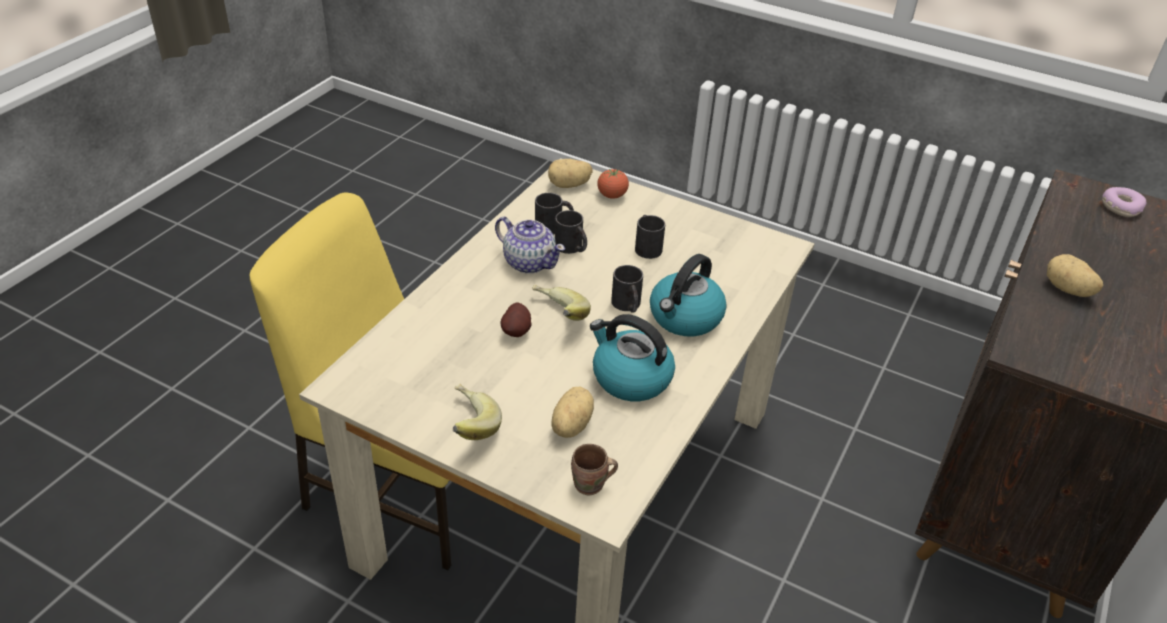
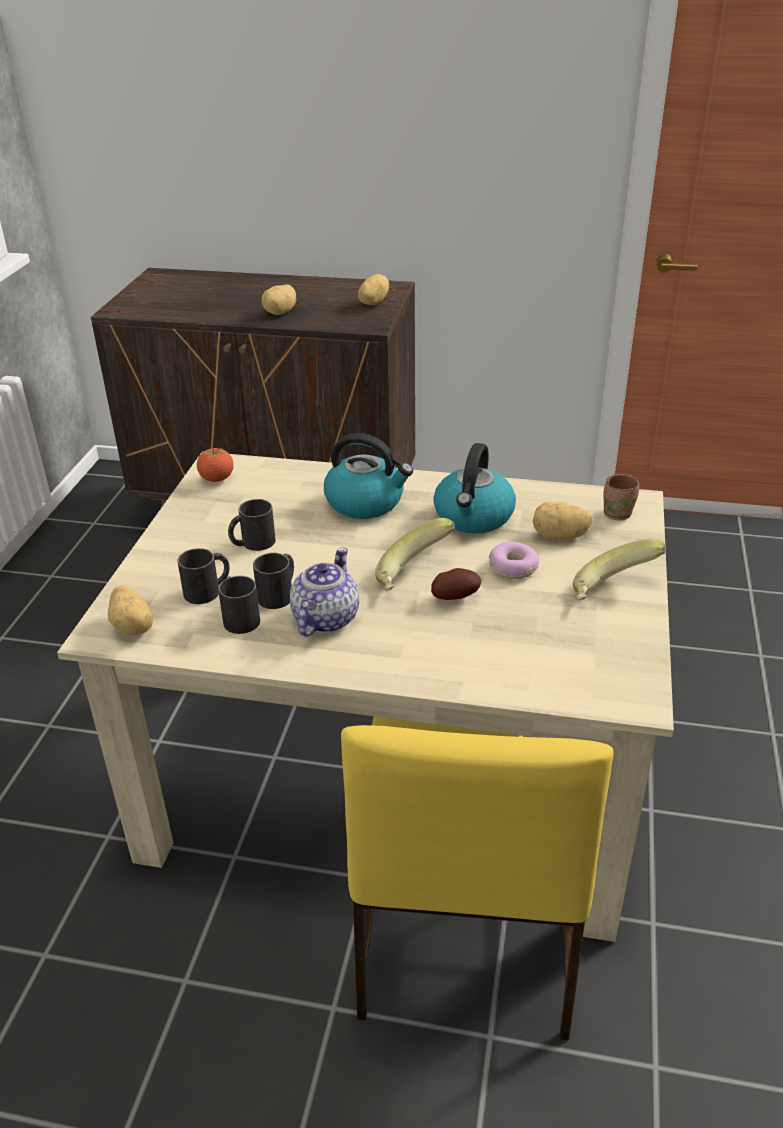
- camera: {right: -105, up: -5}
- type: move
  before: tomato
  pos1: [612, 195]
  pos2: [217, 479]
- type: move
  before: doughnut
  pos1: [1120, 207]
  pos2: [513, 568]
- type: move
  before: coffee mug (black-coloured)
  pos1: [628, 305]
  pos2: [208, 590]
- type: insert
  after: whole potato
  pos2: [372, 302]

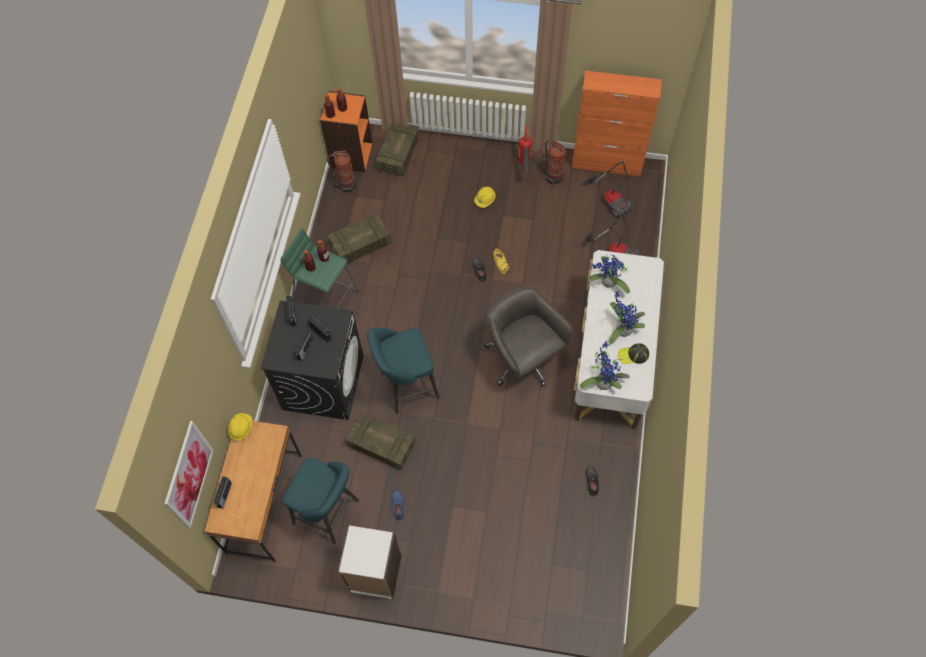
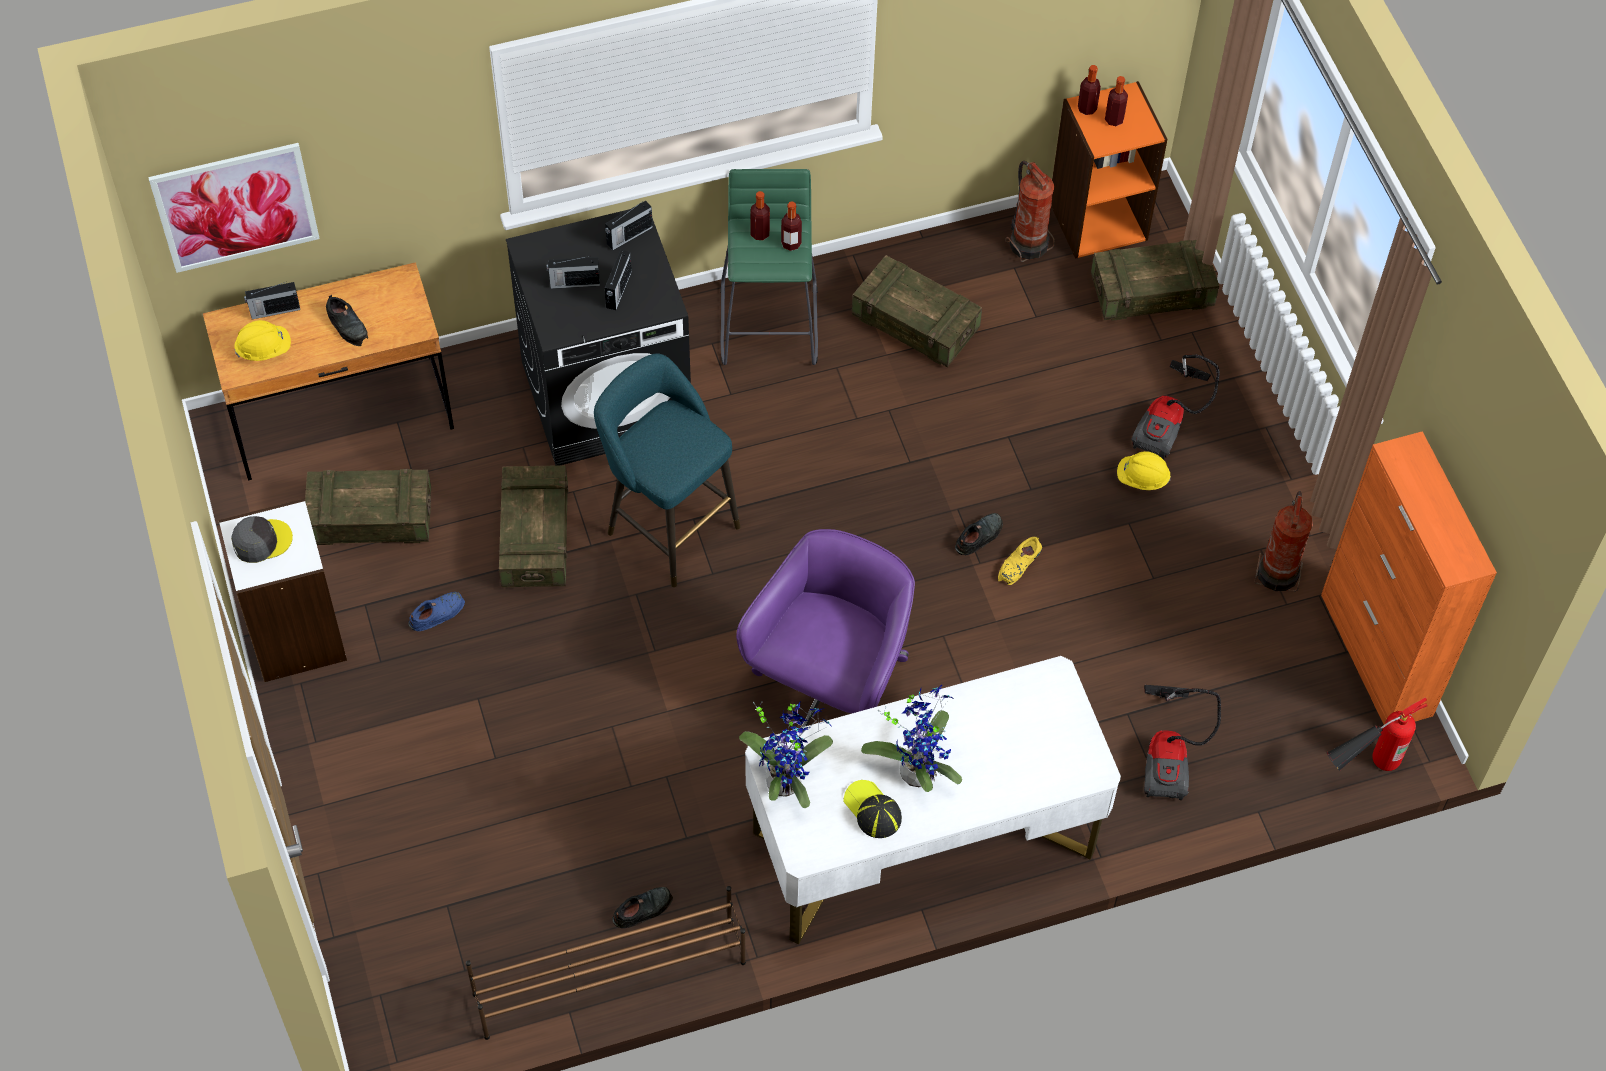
- camera: {right: 60, up: -5}
- type: move
  before: fire-fighting cylinder
  pos1: [524, 170]
  pos2: [1363, 769]
- type: move
  before: hoover
  pos1: [611, 199]
  pos2: [1169, 422]
- type: delete
  before: houseplant
  pos1: [607, 283]
- type: recolor
  before: computer chair (greyish)
  after: computer chair (purple-coloured)
  pos1: [523, 360]
  pos2: [830, 690]
- type: move
  before: safety helmet (yellow)
  pos1: [241, 429]
  pos2: [264, 349]
- type: replace
  before: sitting stool (blue-green)
  after: crate
  pos1: [329, 513]
  pos2: [370, 518]
- type: insert
  after: item of footwear (black-coloured)
  pos2: [347, 325]
- type: insert
  after: cap (greyish)
  pos2: [261, 541]
- type: insert
  after: shoe stand (brownish)
  pos2: [608, 978]

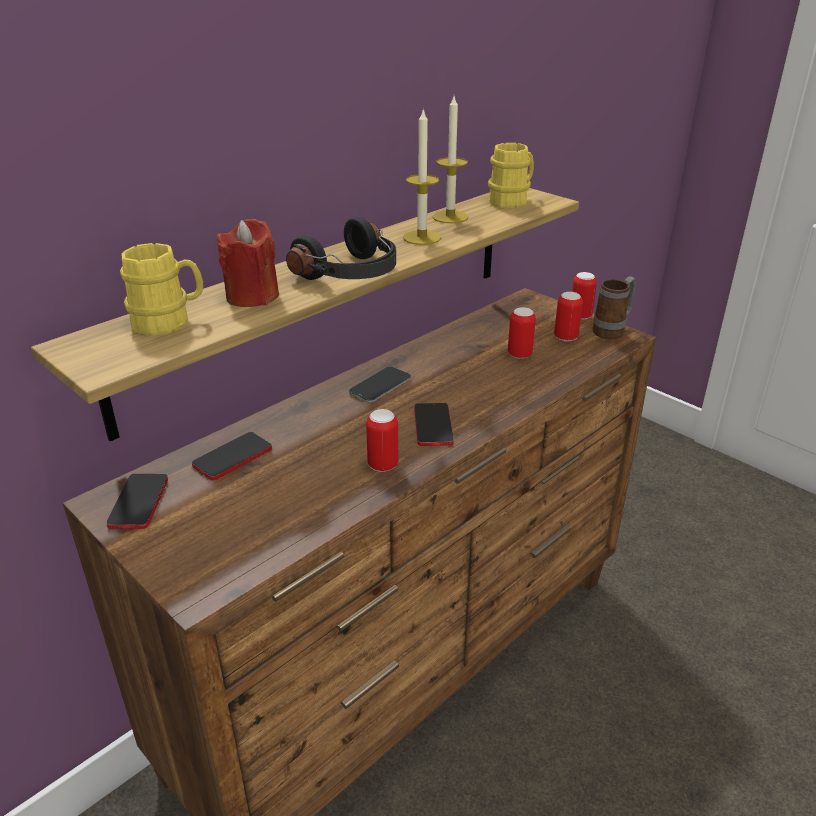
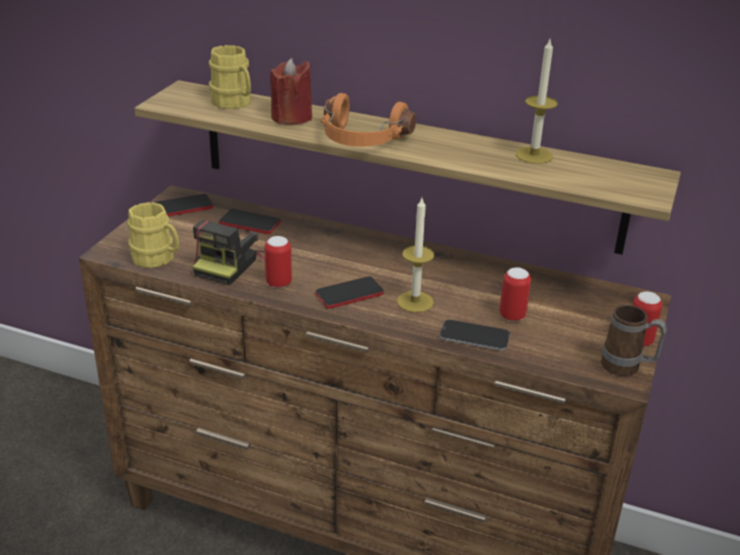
- camera: {right: 65, up: 0}
- type: move
  before: wax candle
  pos1: [422, 237]
  pos2: [415, 302]
- type: move
  before: coffee mug (yellow)
  pos1: [512, 200]
  pos2: [157, 259]
- type: recolor
  before: pair of headphones (black-coloured)
  after: pair of headphones (orange-coloured)
  pos1: [352, 274]
  pos2: [361, 140]
- type: delete
  before: metal can
  pos1: [565, 337]
- type: move
  before: phone
  pos1: [380, 386]
  pos2: [474, 336]
- type: insert
  after: still camera
  pos2: [232, 263]

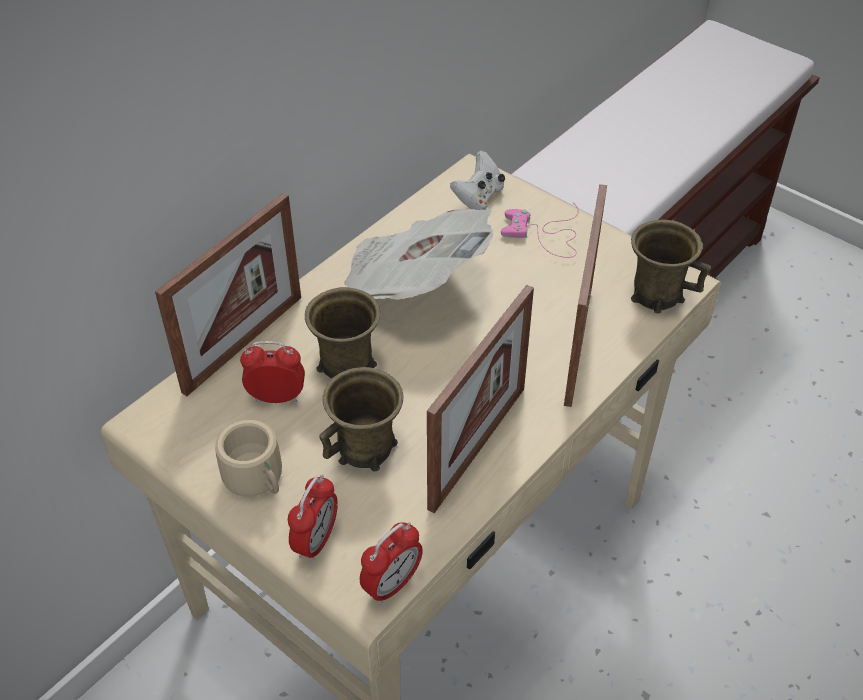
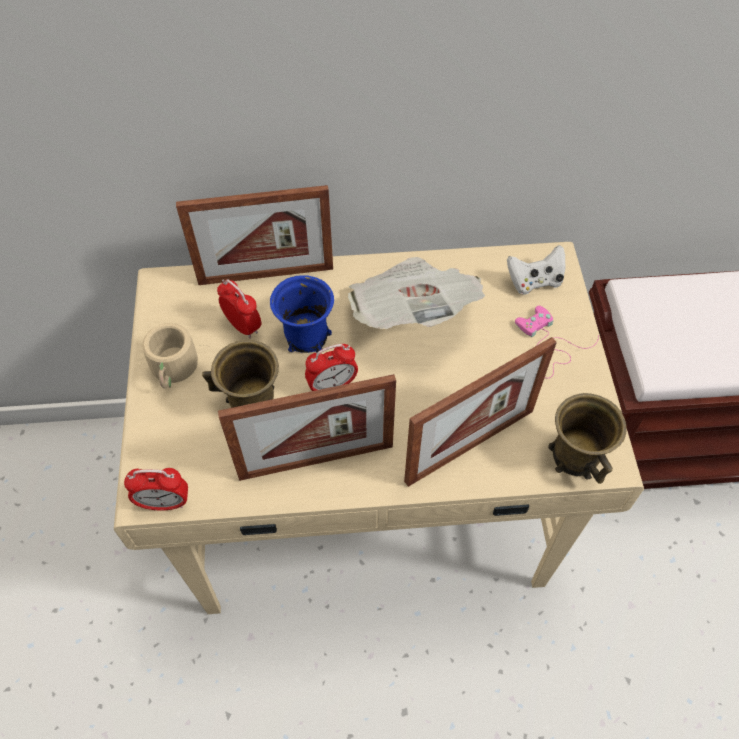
- camera: {right: 45, up: 10}
- type: recolor
  before: coffee mug (brownish)
  after: coffee mug (blue-coloured)
  pos1: [345, 364]
  pos2: [305, 336]
- type: move
  before: bedside clock
  pos1: [316, 541]
  pos2: [332, 386]

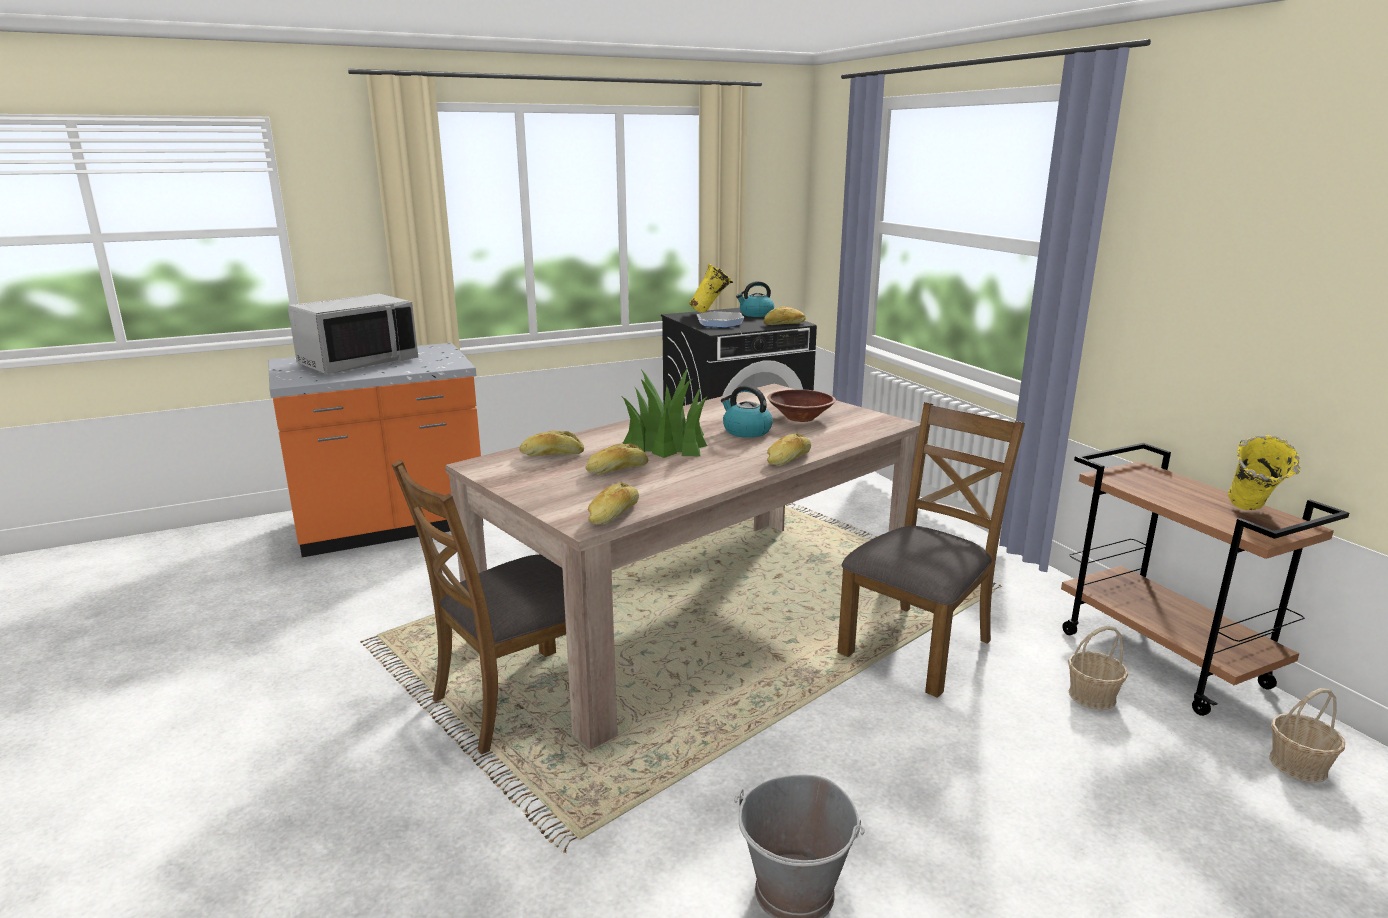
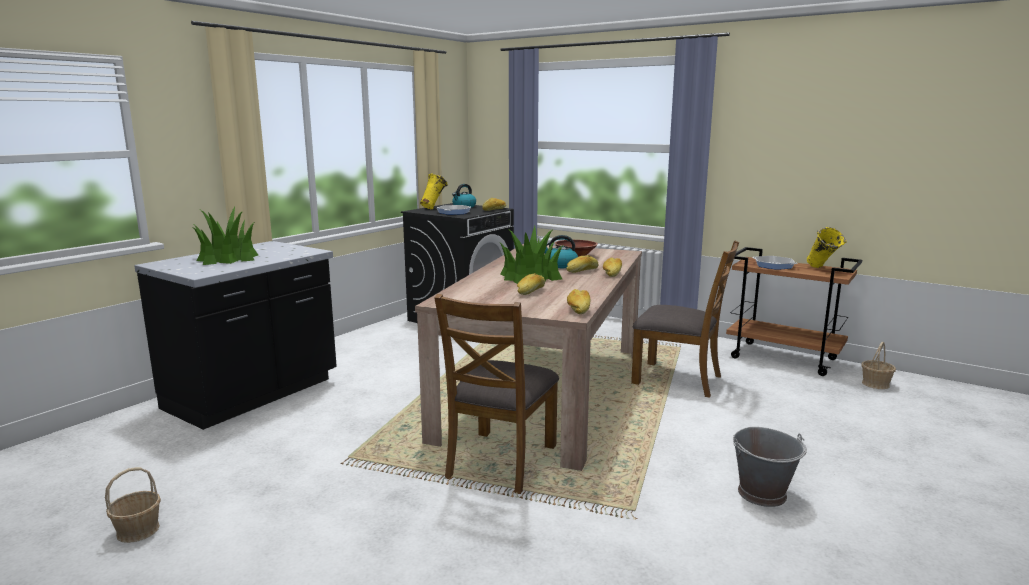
- camera: {right: -30, up: -5}
- type: replace
  before: microwave (greyish)
  after: houseplant
  pos1: [358, 362]
  pos2: [227, 258]
- type: recolor
  before: kitchen counter (orange-coloured)
  after: kitchen counter (black-coloured)
  pos1: [391, 527]
  pos2: [253, 395]
- type: rotate
  before: chair (brownish)
  pos1: [918, 647]
  pos2: [678, 379]
  turn: 105
- type: move
  before: baked bread
  pos1: [552, 455]
  pos2: [582, 271]
- type: move
  before: basket
  pos1: [1092, 696]
  pos2: [138, 530]
- type: insert
  after: pan
  pos2: [773, 265]

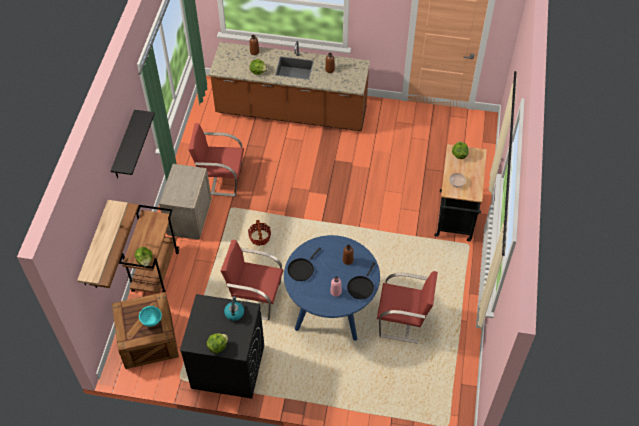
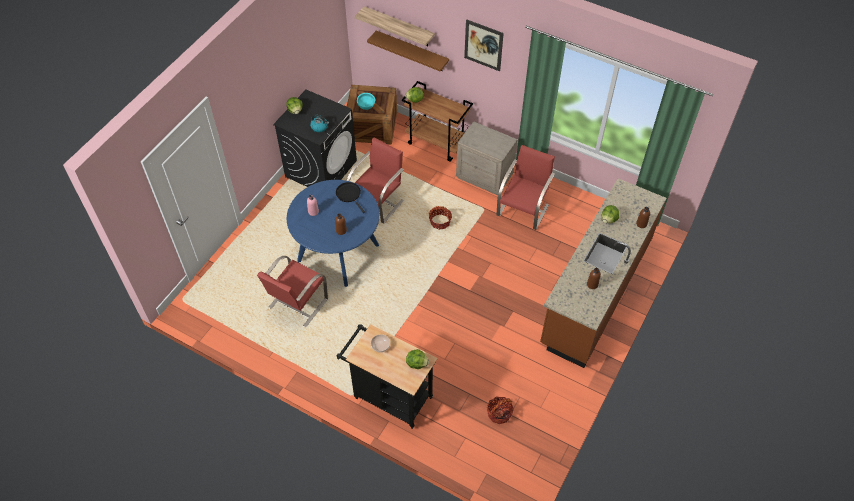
- camera: {right: 110, up: 0}
- type: replace
  before: bracket shelf (black-coloured)
  after: wall art
  pos1: [124, 146]
  pos2: [483, 45]
- type: delete
  before: pan (black-coloured)
  pos1: [361, 287]
- type: insert
  after: basket
  pos2: [499, 413]

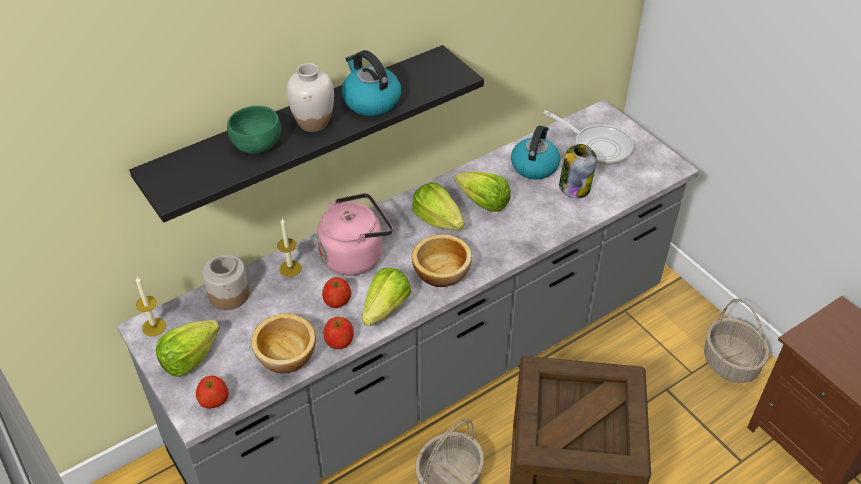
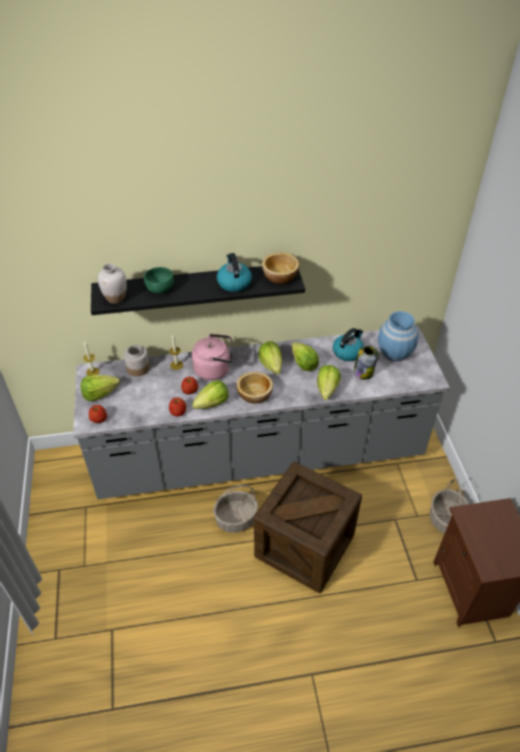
- camera: {right: 25, up: 0}
- type: move
  before: flower vase (white)
  pos1: [314, 123]
  pos2: [116, 298]
- type: replace
  before: pan
  after: flower vase (blue-coloured)
  pos1: [598, 146]
  pos2: [394, 352]
- type: move
  before: deep dish
  pos1: [287, 356]
  pos2: [280, 277]
- type: insert
  after: lettuce head
  pos2: [327, 389]

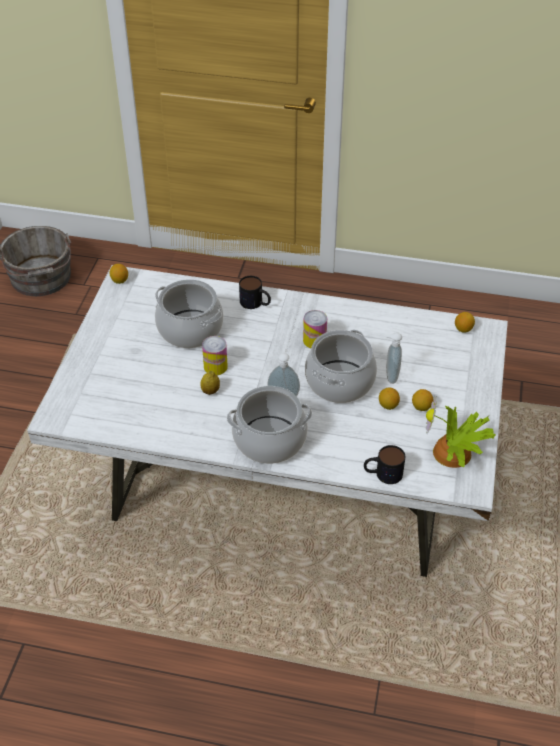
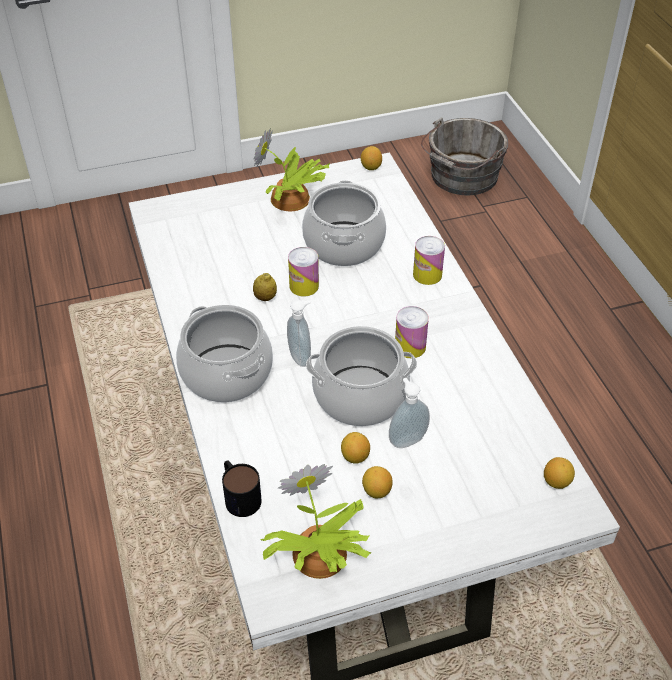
- camera: {right: 60, up: 0}
- type: replace
  before: coffee mug
  after: metal can
  pos1: [255, 303]
  pos2: [427, 275]
- type: insert
  after: houseplant
  pos2: [291, 200]

